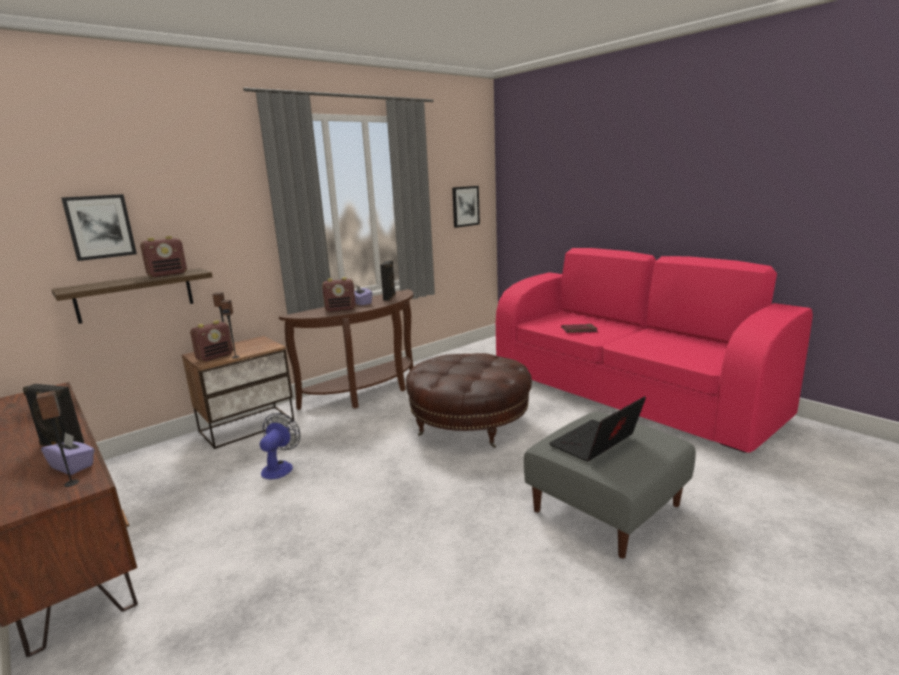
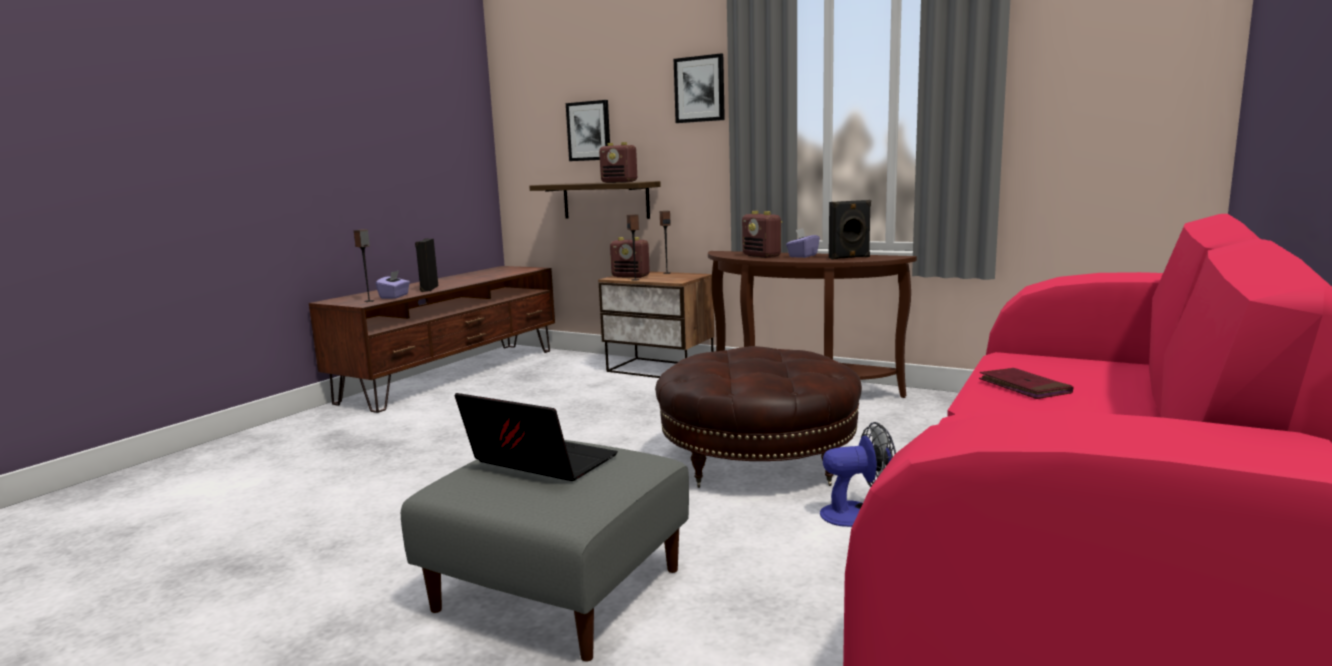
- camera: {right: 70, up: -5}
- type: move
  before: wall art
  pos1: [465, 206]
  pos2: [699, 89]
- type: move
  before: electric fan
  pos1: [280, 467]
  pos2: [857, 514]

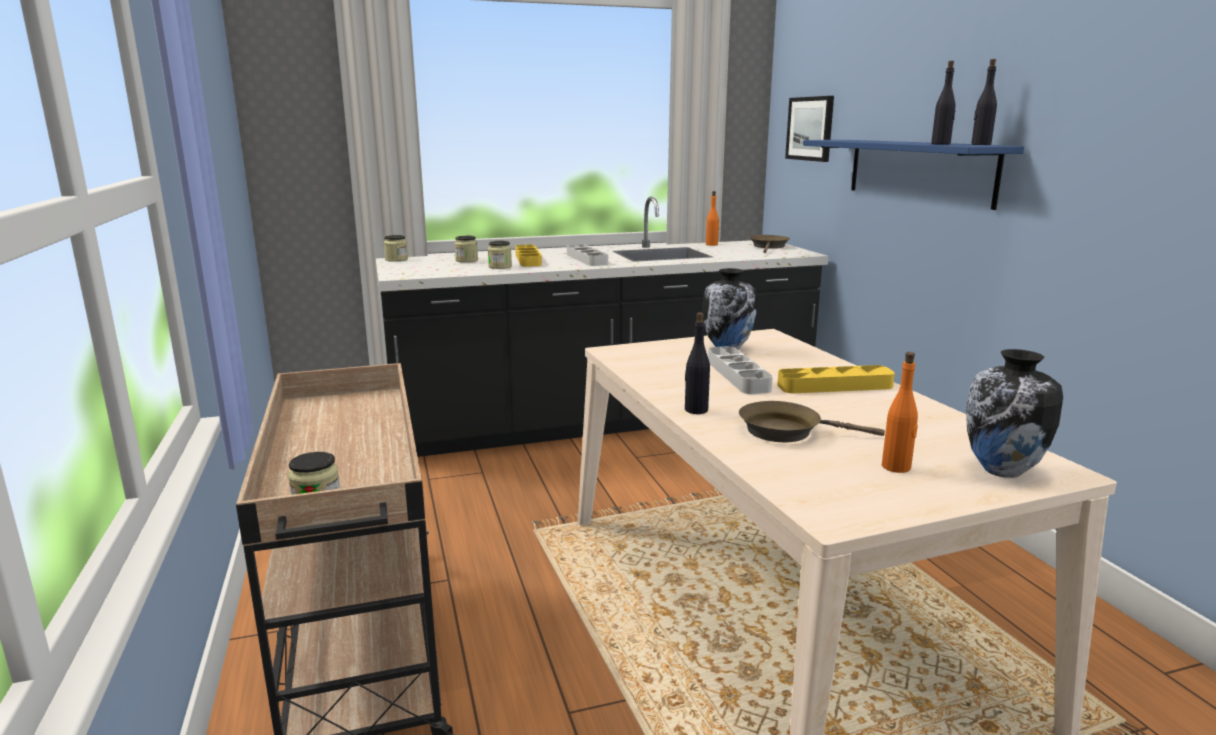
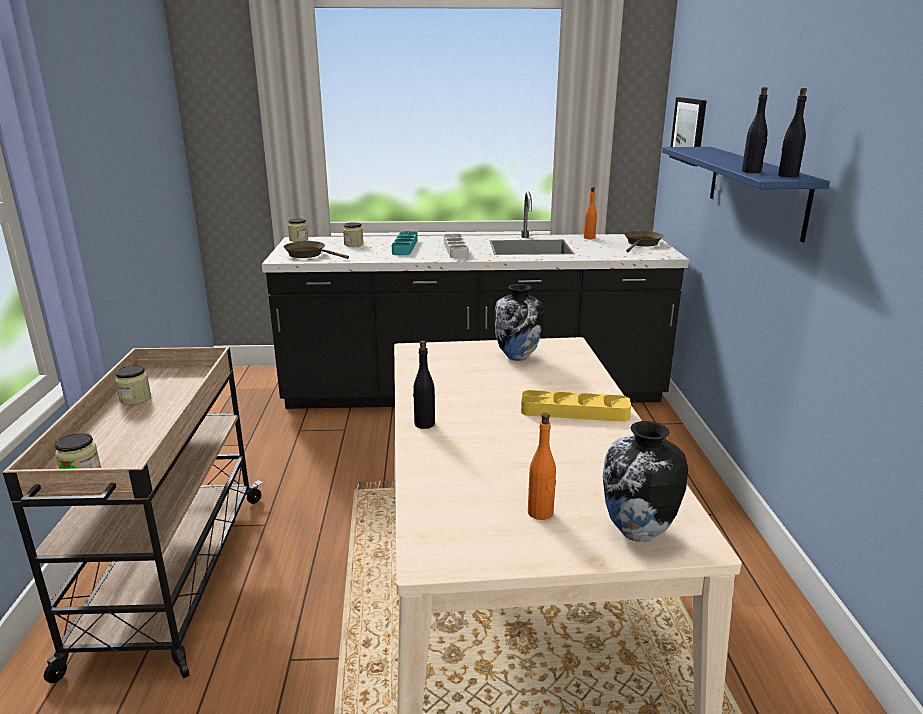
- camera: {right: 15, up: 5}
- type: move
  before: jar
  pos1: [500, 266]
  pos2: [135, 398]
- type: recolor
  before: carrying tray (yellow)
  after: carrying tray (blue-green)
  pos1: [528, 259]
  pos2: [405, 247]
- type: delete
  before: carrying tray (greyish)
  pos1: [737, 375]
- type: move
  before: pan (brownish)
  pos1: [786, 431]
  pos2: [308, 254]

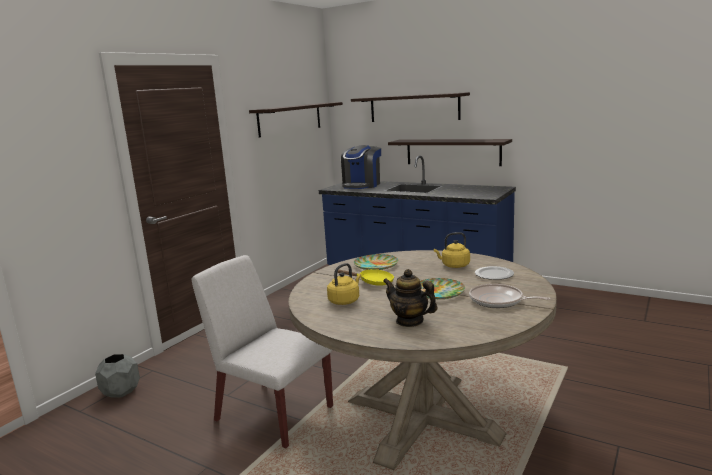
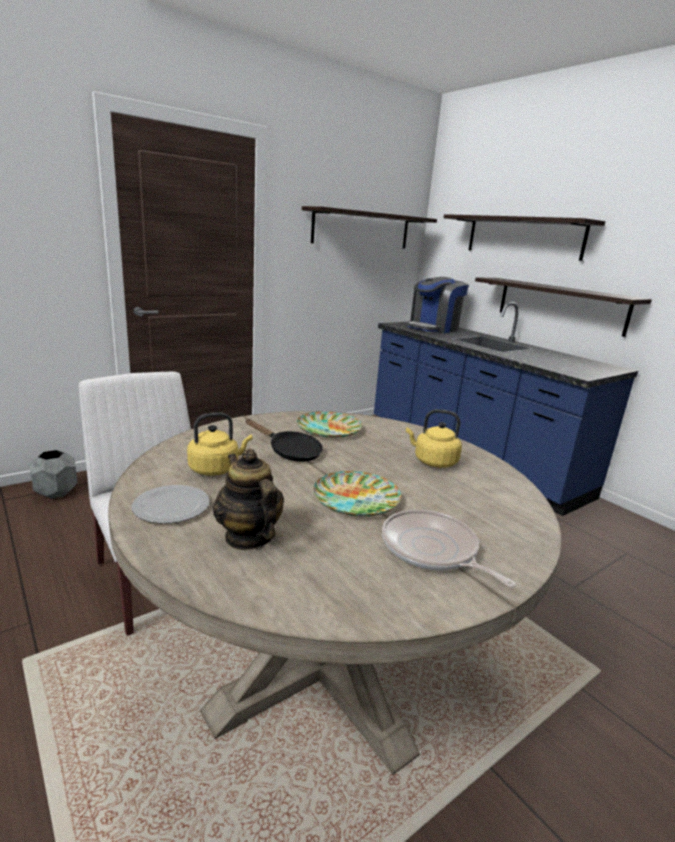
- camera: {right: 20, up: 5}
- type: move
  before: plate
  pos1: [494, 275]
  pos2: [171, 507]
- type: recolor
  before: pan (yellow)
  after: pan (black-coloured)
  pos1: [372, 282]
  pos2: [290, 452]

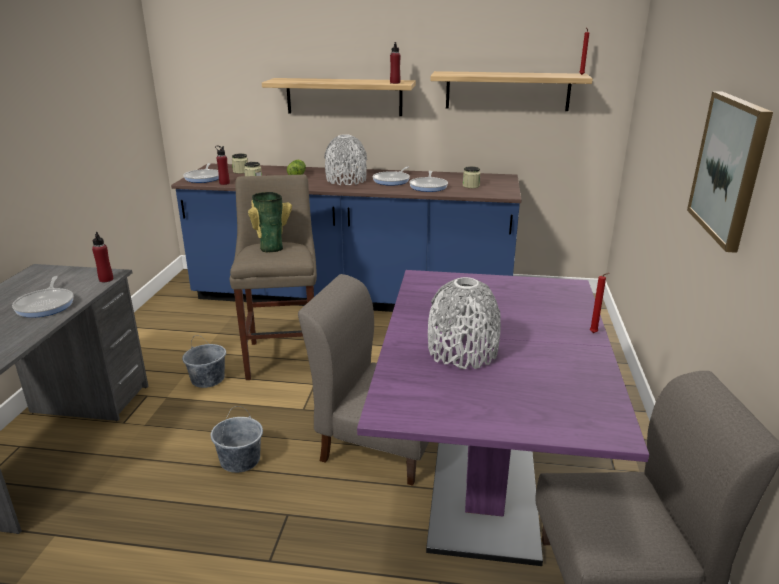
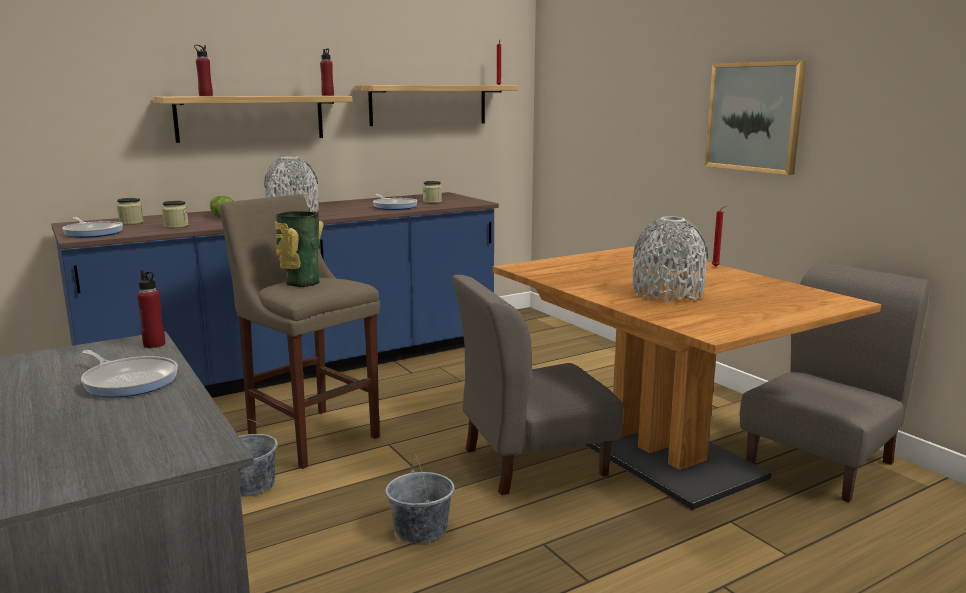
- camera: {right: -40, up: -10}
- type: move
  before: drink bottle (red)
  pos1: [224, 183]
  pos2: [205, 96]
- type: delete
  before: pan
  pos1: [392, 180]
- type: recolor
  before: kitchen table (purple-coloured)
  after: kitchen table (brownish)
  pos1: [484, 485]
  pos2: [656, 452]

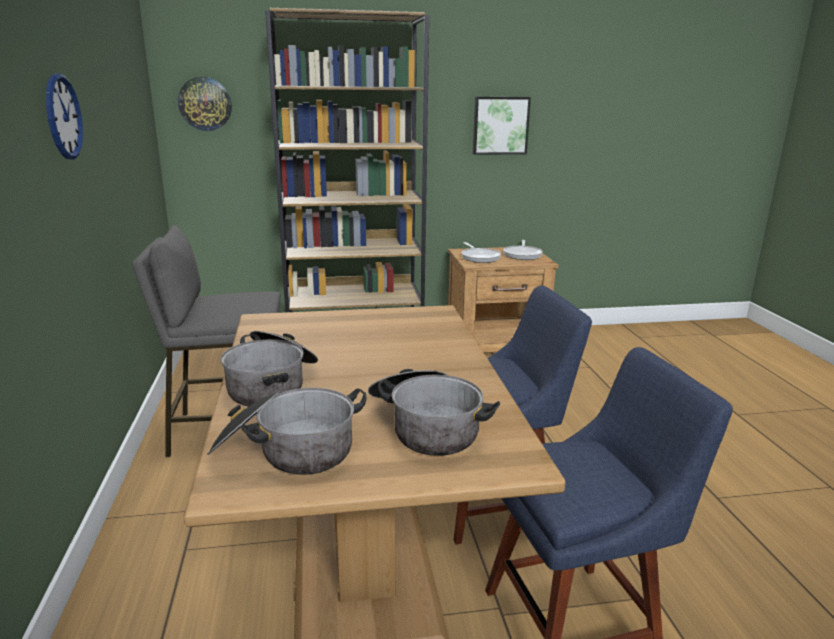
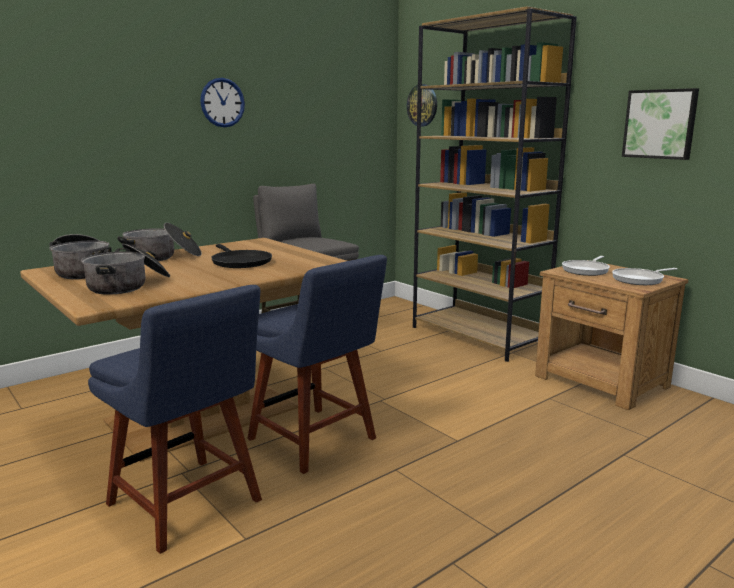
- camera: {right: 60, up: -5}
- type: insert
  after: pan (black-coloured)
  pos2: [240, 262]

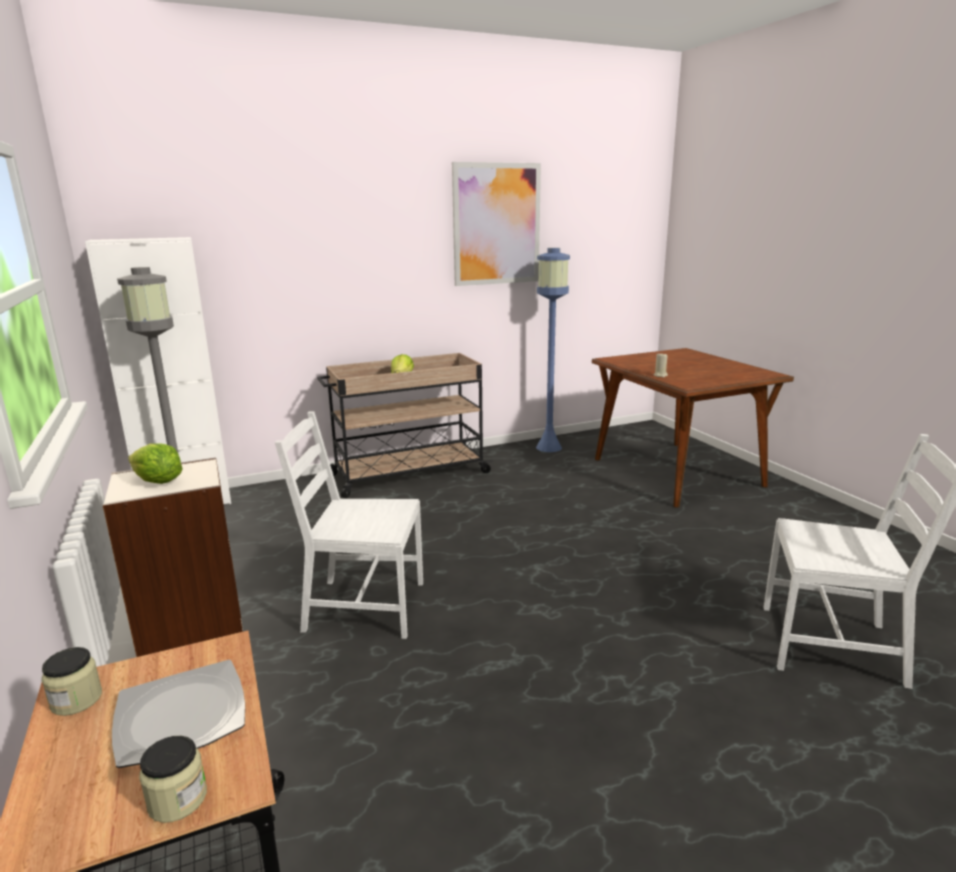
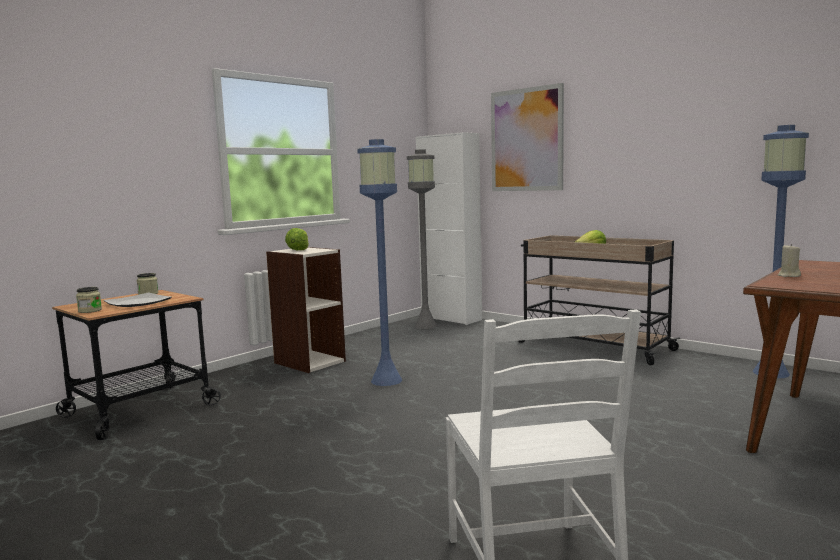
- camera: {right: 65, up: -10}
- type: move
  before: wall art
  pos1: [496, 224]
  pos2: [526, 140]
- type: replace
  before: chair (white)
  after: floor lamp (blue-coloured)
  pos1: [363, 607]
  pos2: [386, 380]

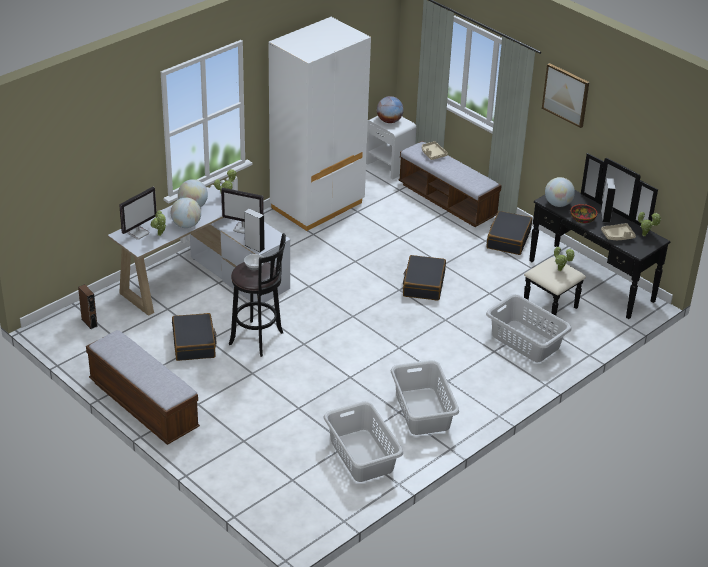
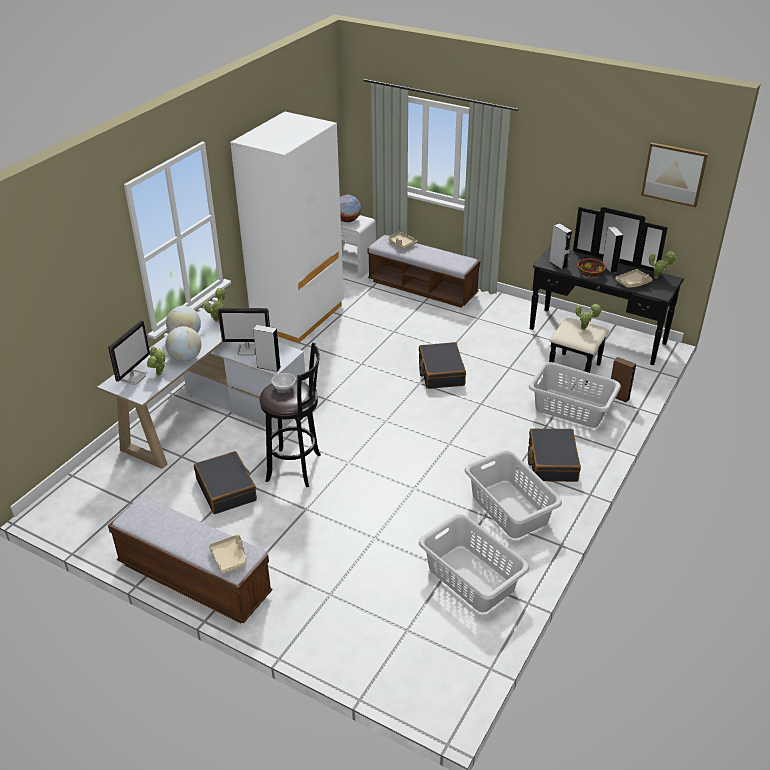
- camera: {right: -15, up: 0}
- type: move
  before: wall art
  pos1: [566, 94]
  pos2: [674, 174]
- type: replace
  before: desk globe
  after: speaker (greyish)
  pos1: [558, 204]
  pos2: [558, 264]
- type: move
  before: suitcase (black-coloured)
  pos1: [508, 239]
  pos2: [552, 462]
- type: move
  before: speaker (brownish)
  pos1: [89, 322]
  pos2: [618, 396]
- type: insert
  after: carrying tray (sand-coloured)
  pos2: [230, 558]

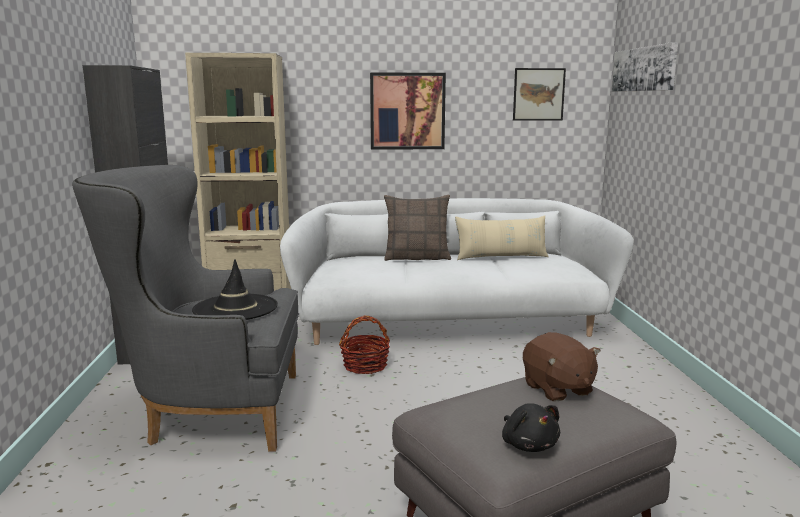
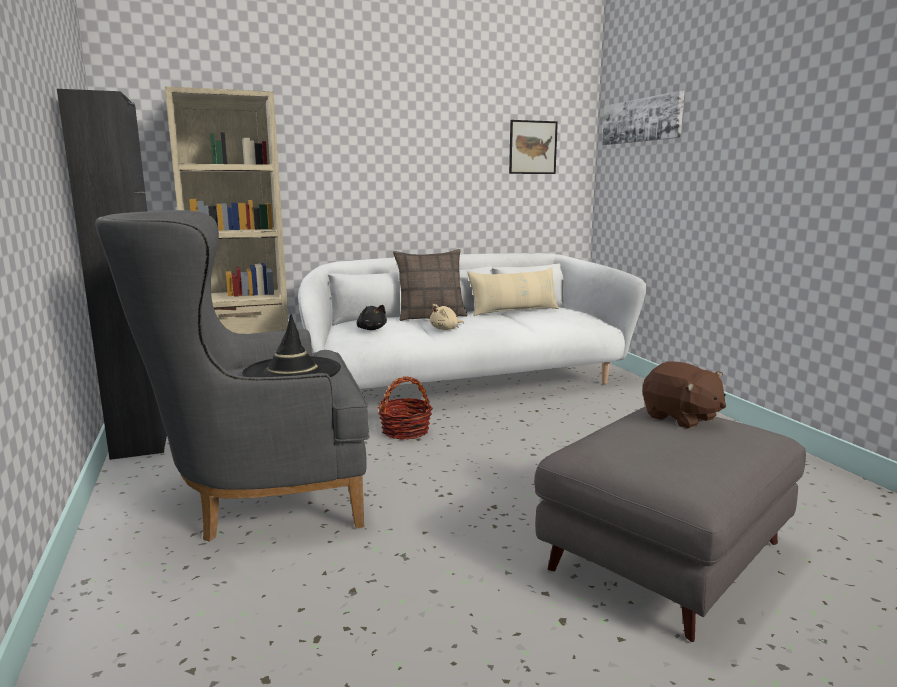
- camera: {right: -15, up: 0}
- type: delete
  before: wall art
  pos1: [407, 111]
- type: move
  before: soft toy (black-coloured)
  pos1: [528, 444]
  pos2: [371, 329]
- type: insert
  after: soft toy (sand-coloured)
  pos2: [446, 329]

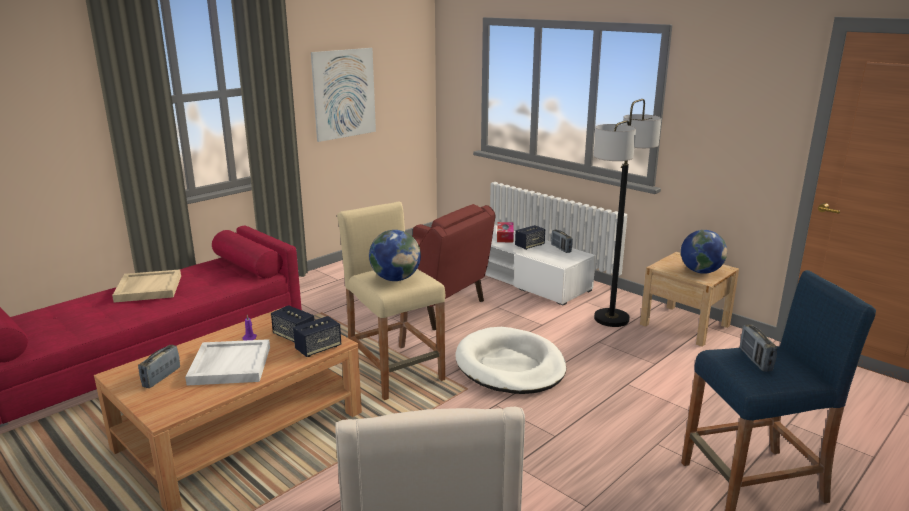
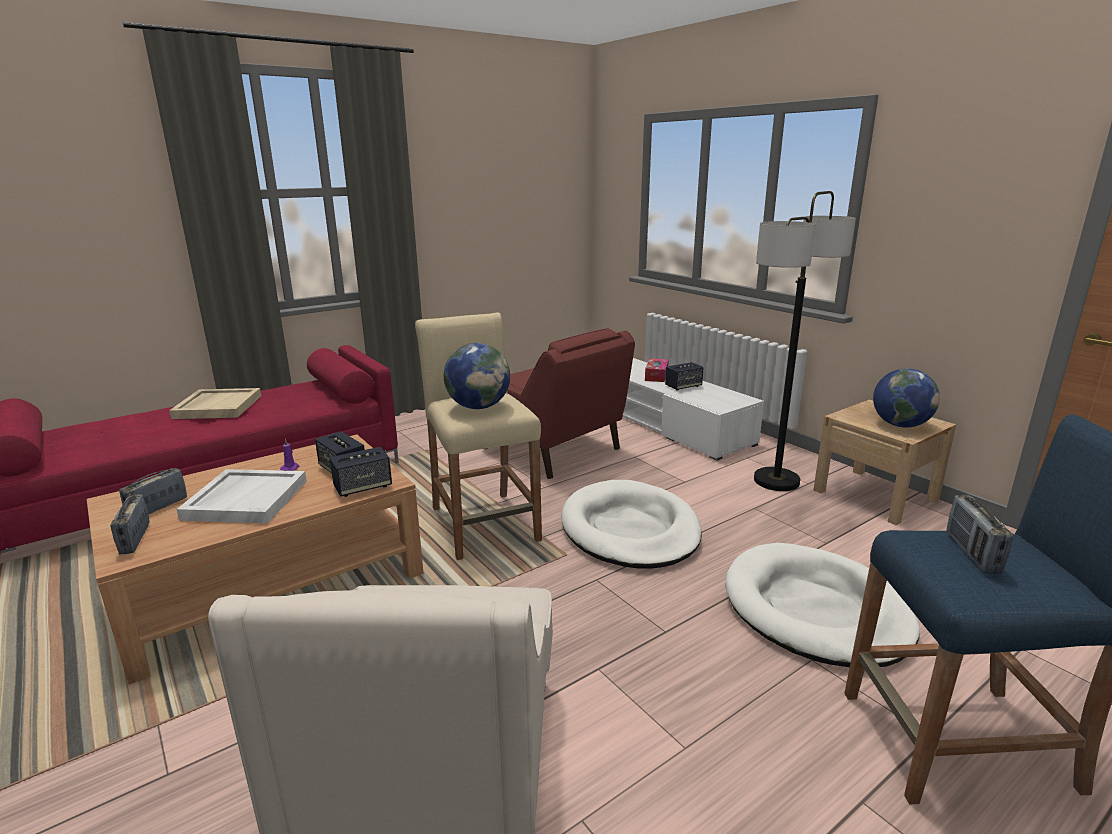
- camera: {right: 10, up: 0}
- type: delete
  before: wall art
  pos1: [344, 94]
- type: move
  before: radio set
  pos1: [561, 248]
  pos2: [135, 539]
- type: insert
  after: dog bed (white)
  pos2: [815, 610]

